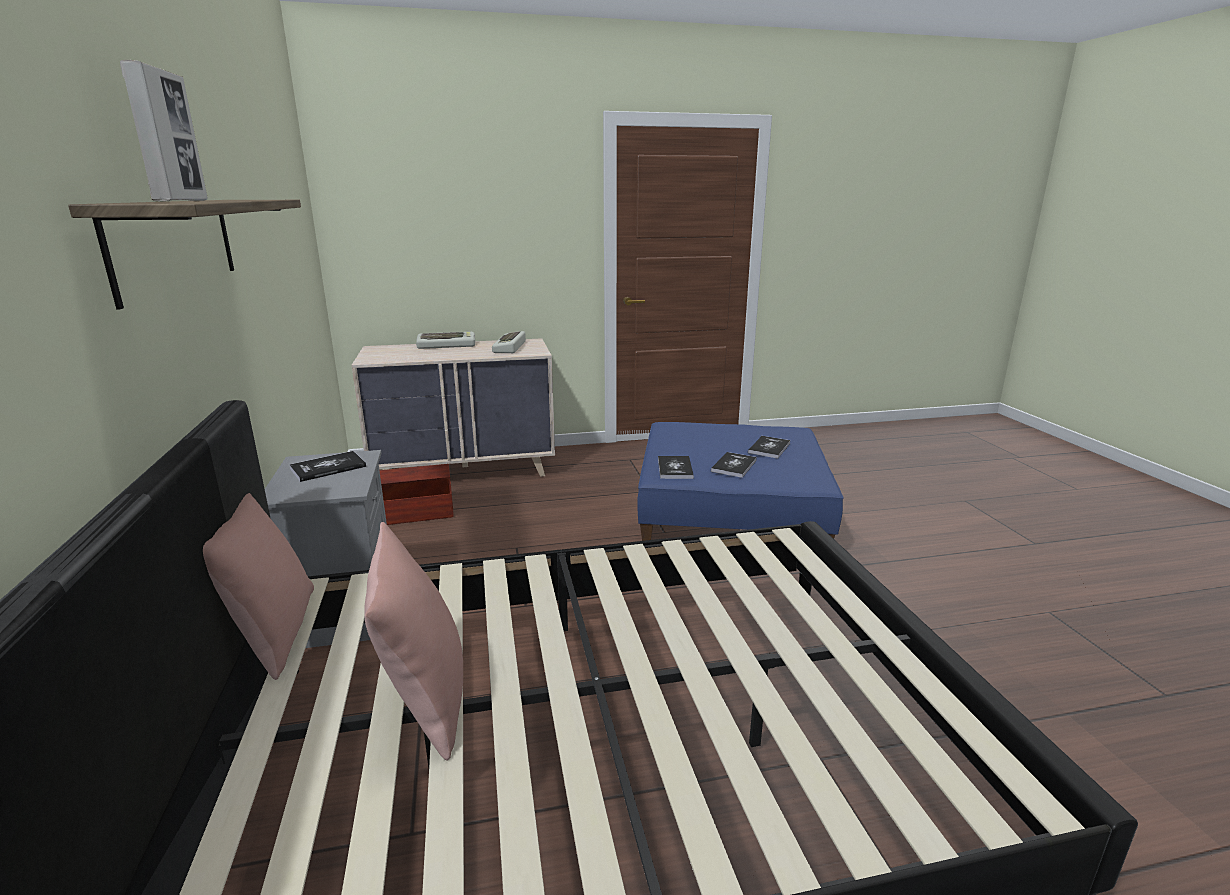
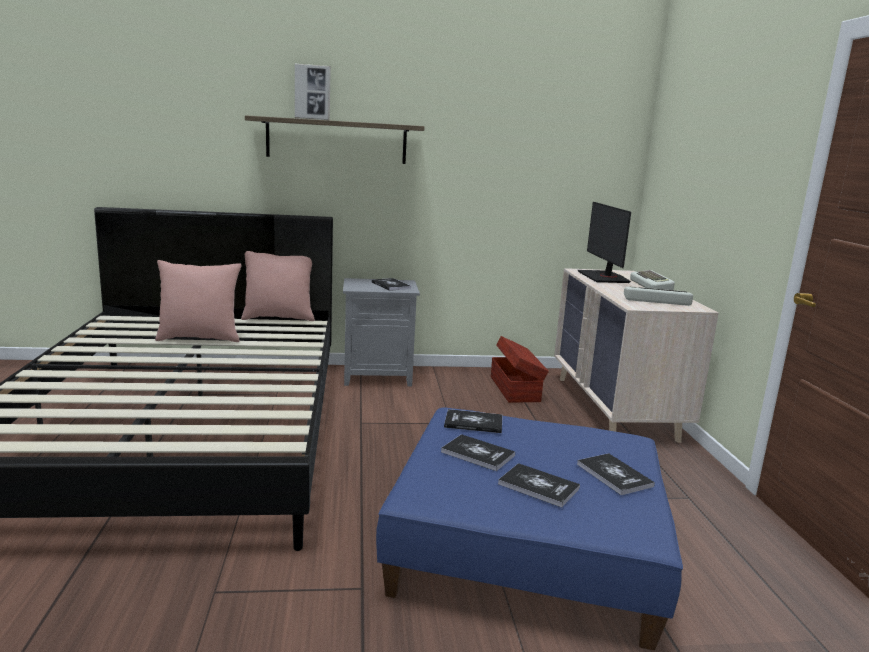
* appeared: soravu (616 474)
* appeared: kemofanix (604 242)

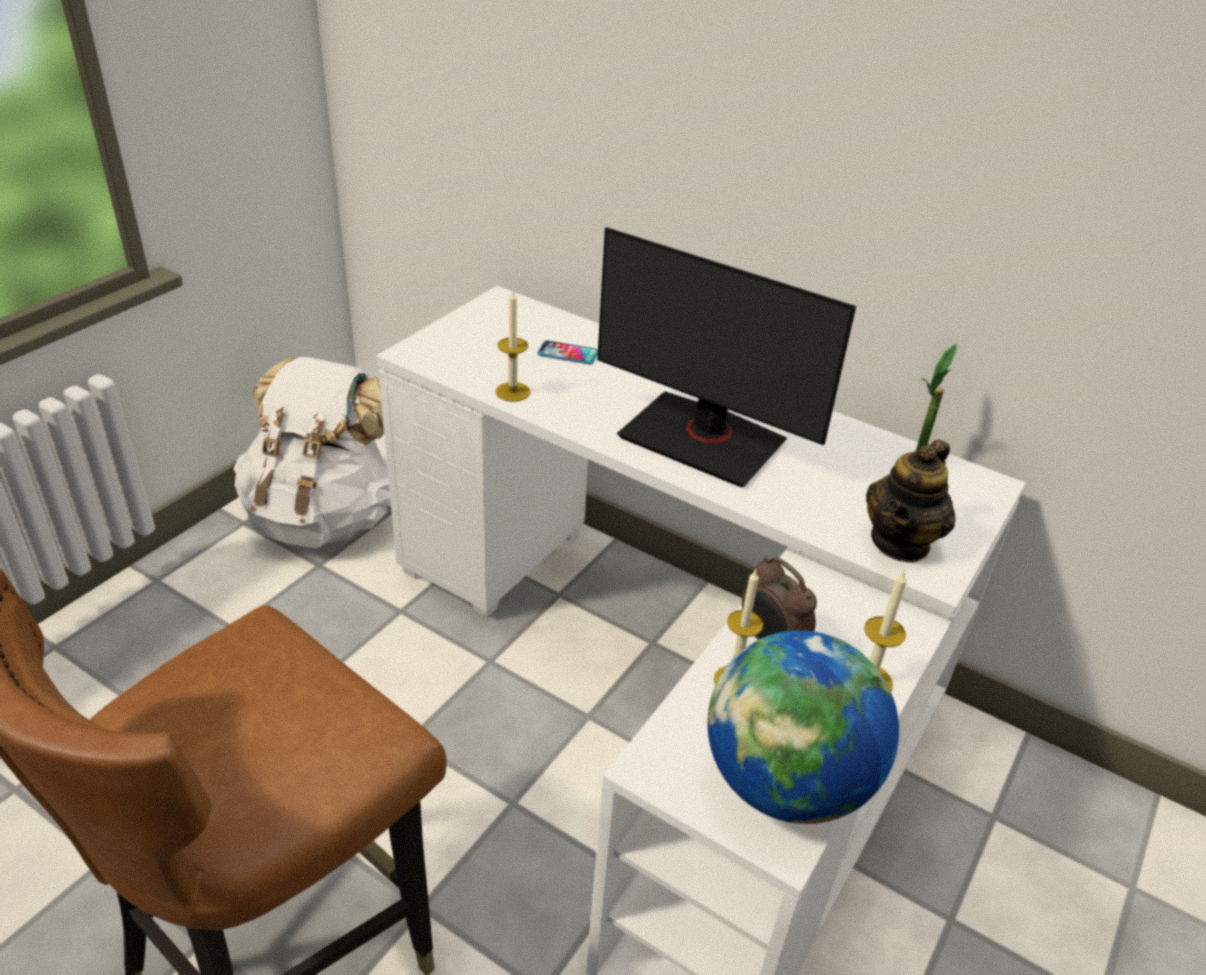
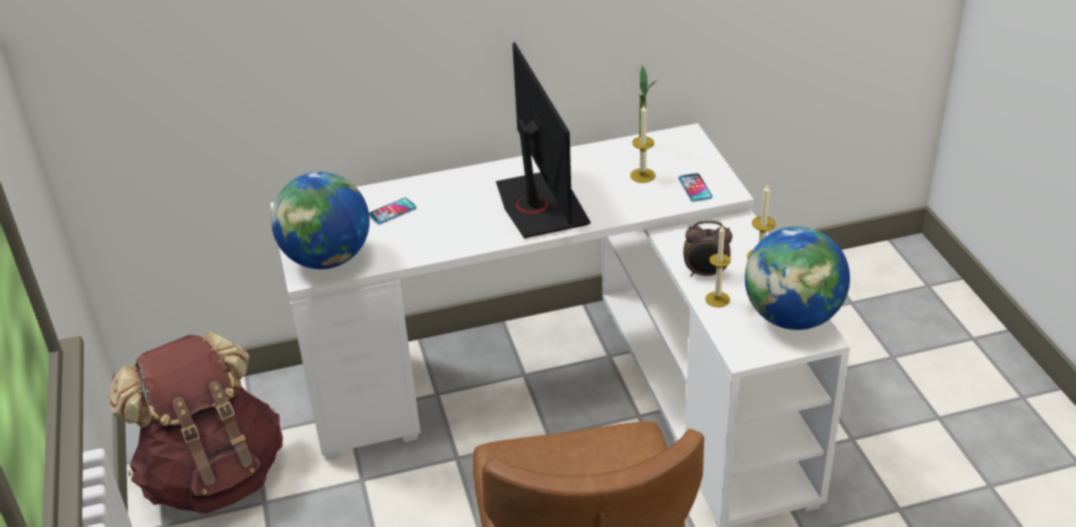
* appeared: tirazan (320 220)
* relocated: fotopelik (512 346) to (643 144)
* exchanged: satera (911 501) to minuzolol (695 187)
* colour: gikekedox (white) (312 452) to gikekedox (brown) (195 422)
* spun: kemofanix (726 357) = (543 140) 90 degrees counterclockwise

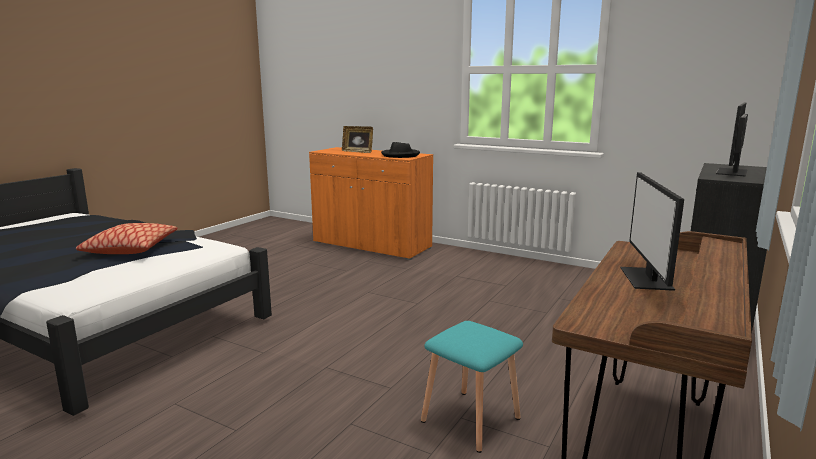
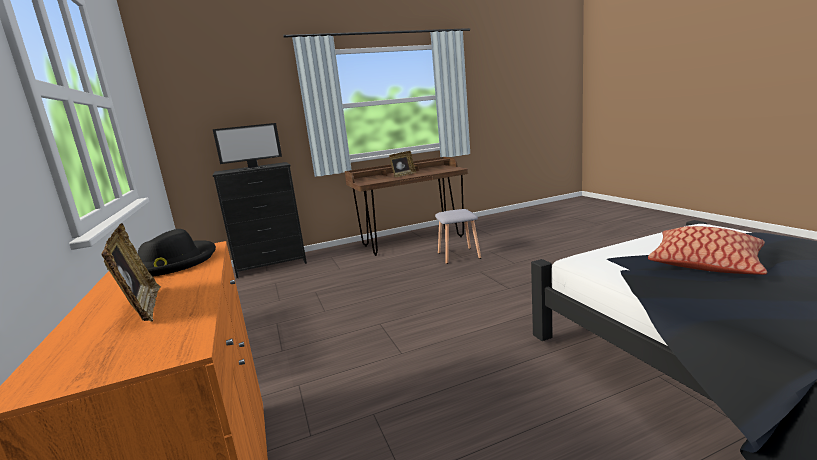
* exchanged: kemofanix (652 231) to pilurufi (402 164)
* colour: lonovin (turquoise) (472 387) to lonovin (grey) (458 236)

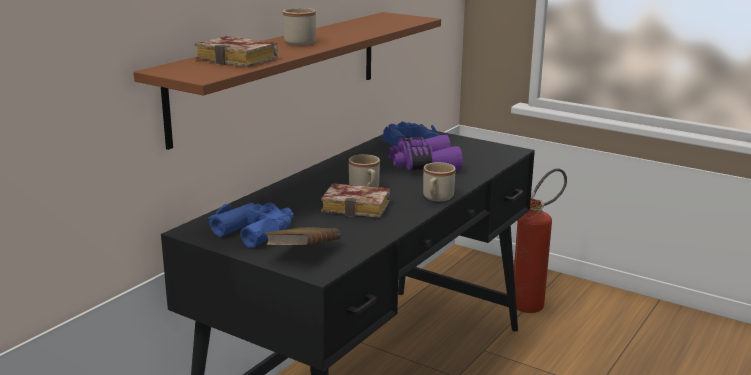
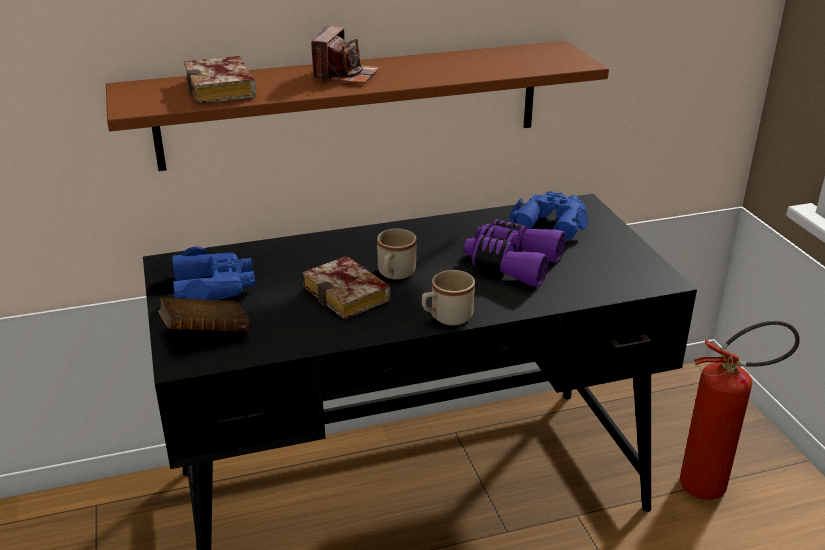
* exchanged: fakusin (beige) (299 27) to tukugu (345 55)

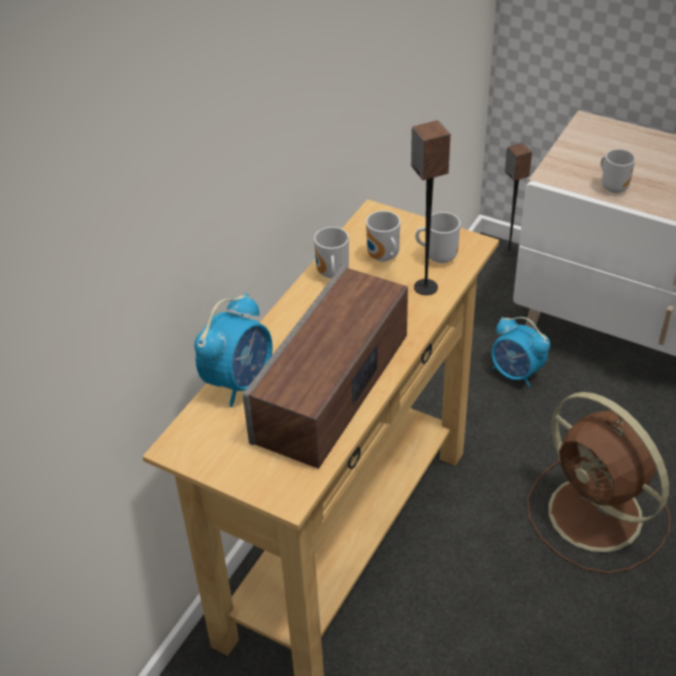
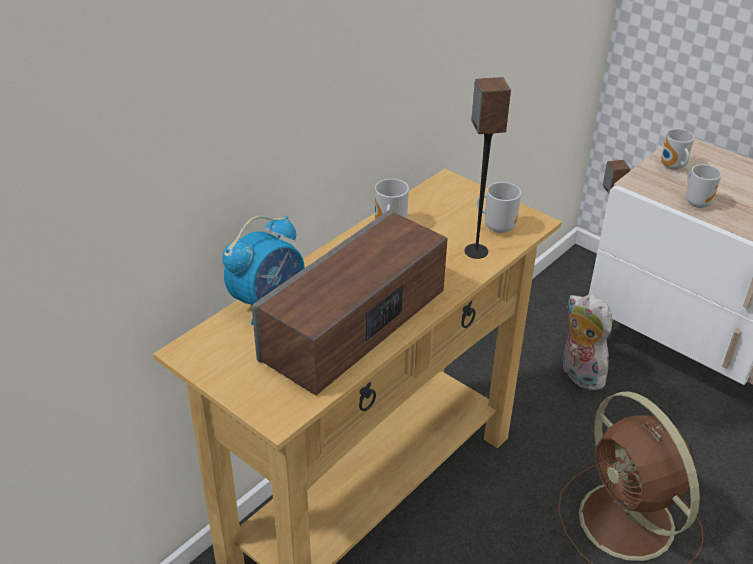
* relocated: fakusin (383 236) to (677 149)
* exchanged: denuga (520 352) to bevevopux (587 342)

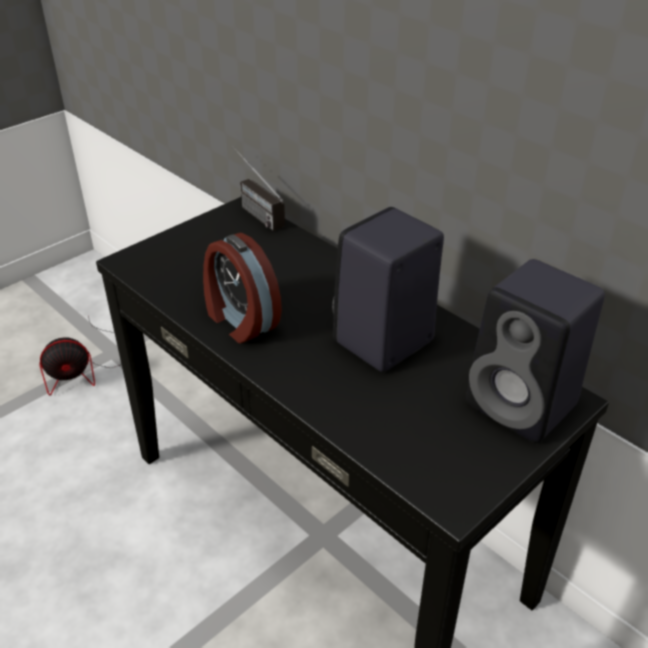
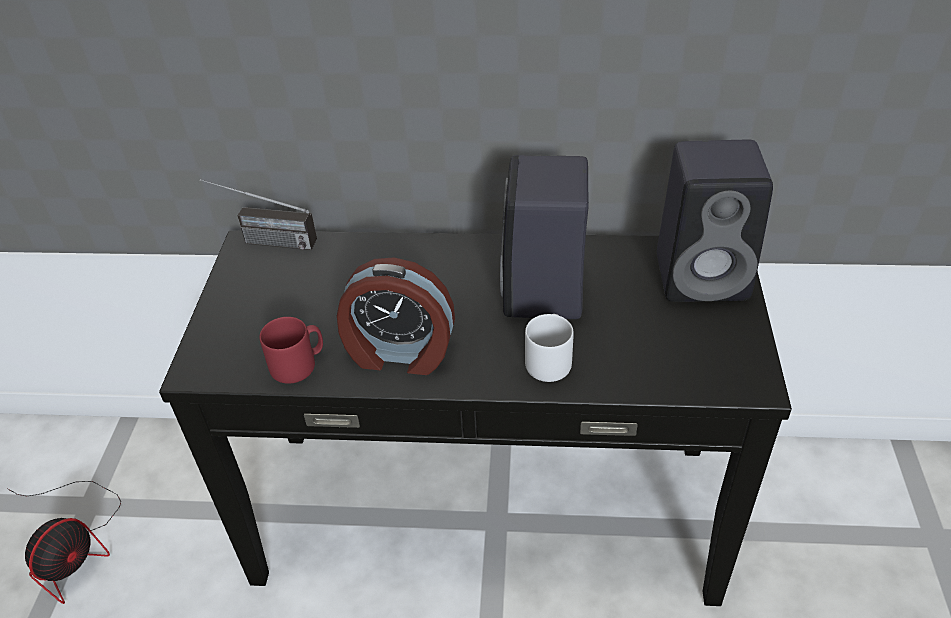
* appeared: fakusin (red) (291 350)
* appeared: fakusin (grey) (549 348)

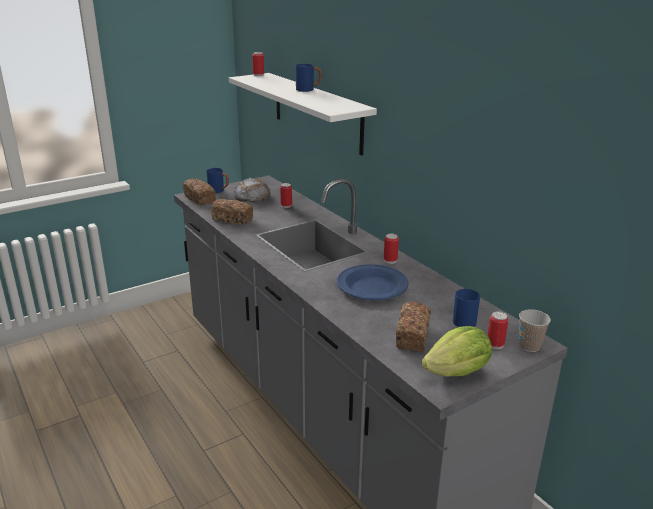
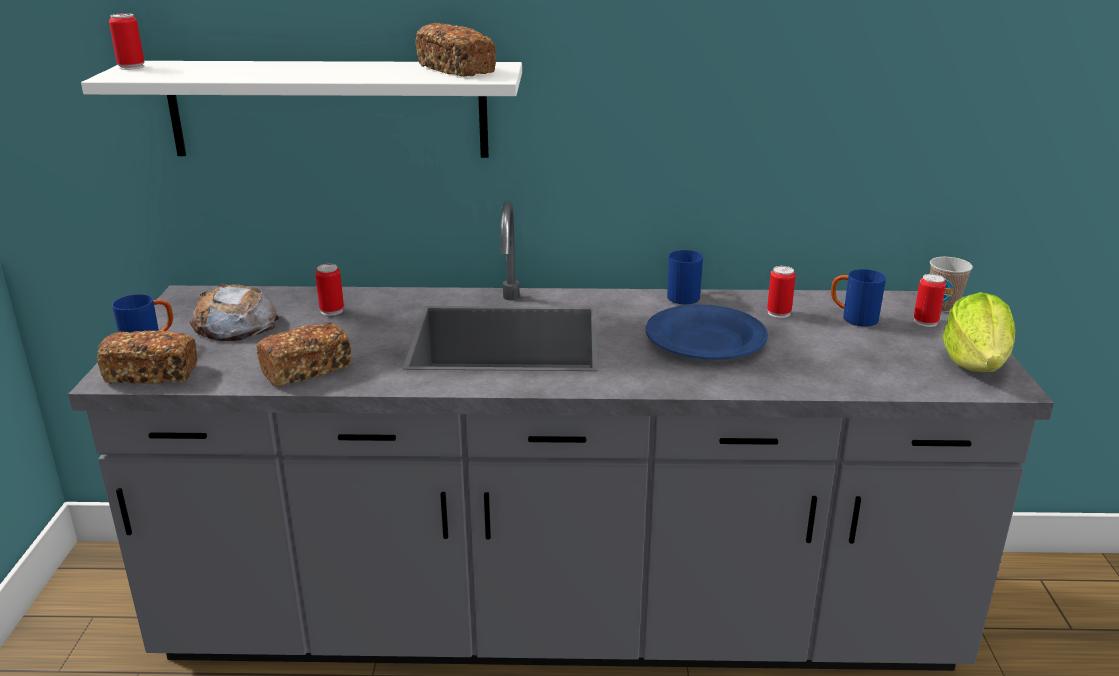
* relocated: fakusin (blue) (308 78) to (685 277)
* relocated: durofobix (391 248) to (781 292)
* relocated: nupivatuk (413 327) to (455 50)

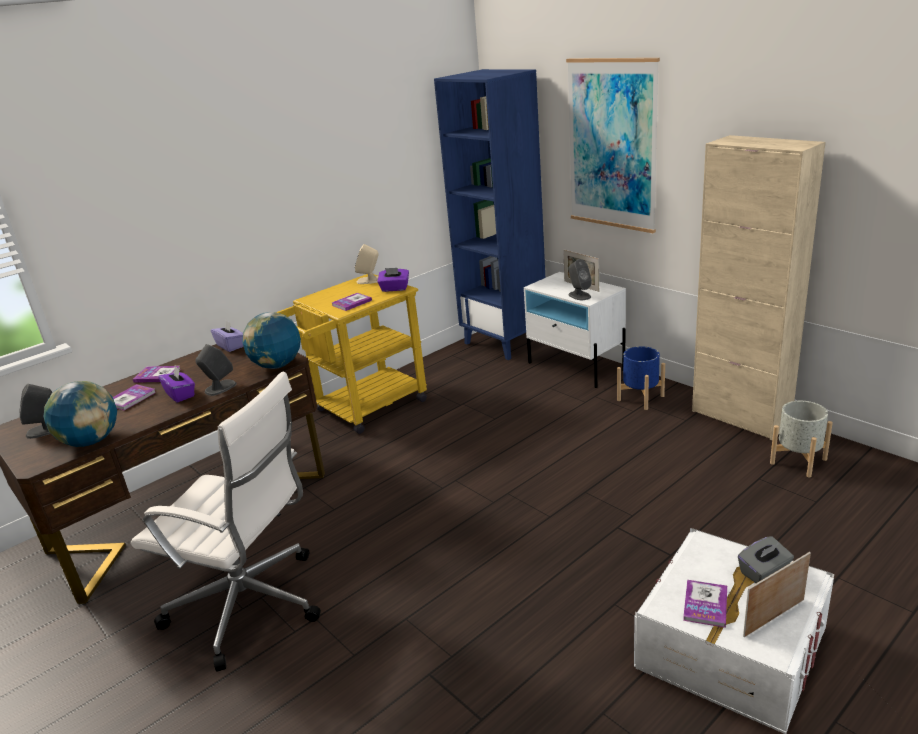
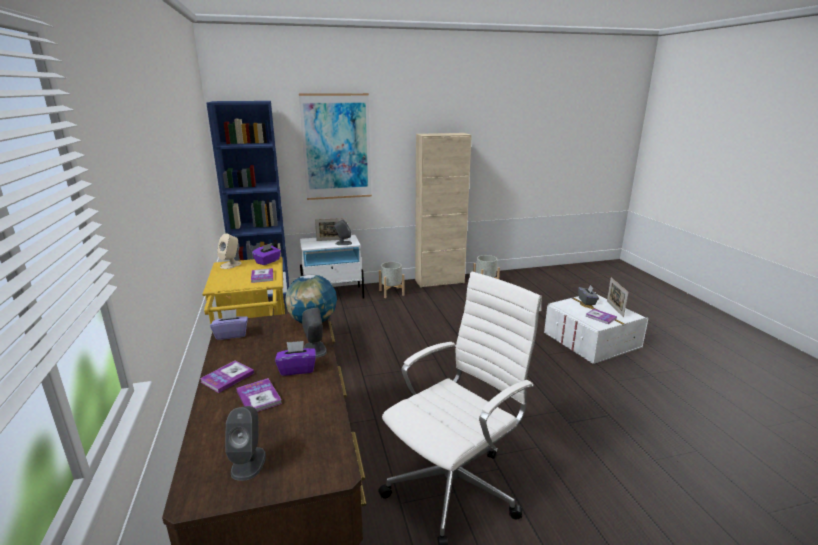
* missing: tirazan (80 414)
* colour: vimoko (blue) (641 378) to vimoko (grey) (391 280)

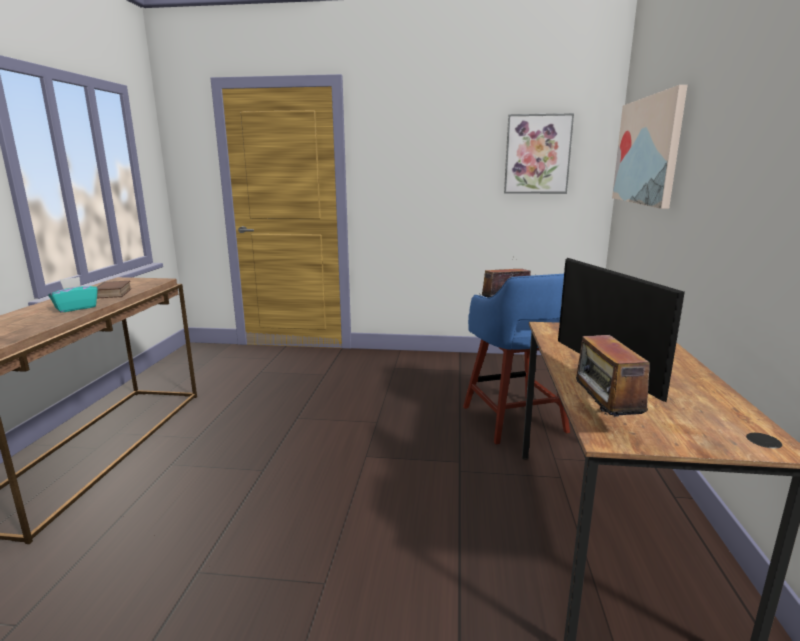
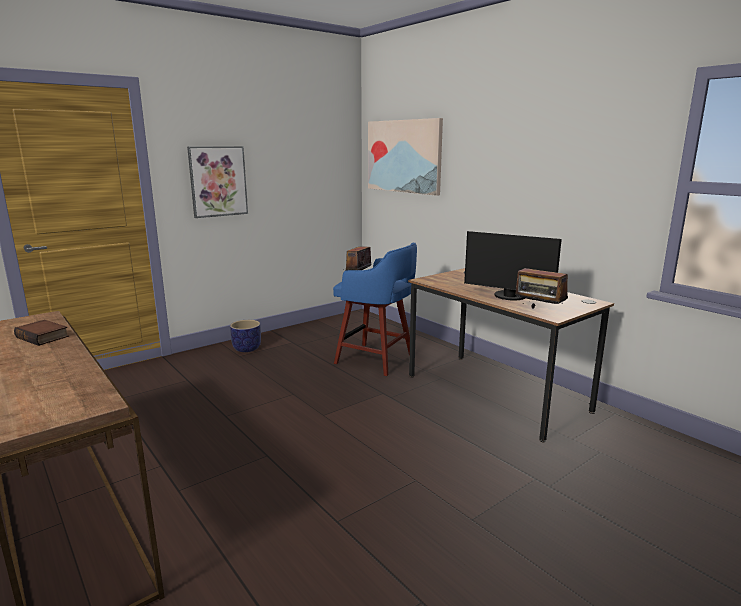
* missing: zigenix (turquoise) (73 294)
* appeared: vimoko (245 336)
* relocated: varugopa (539 153) to (217 182)

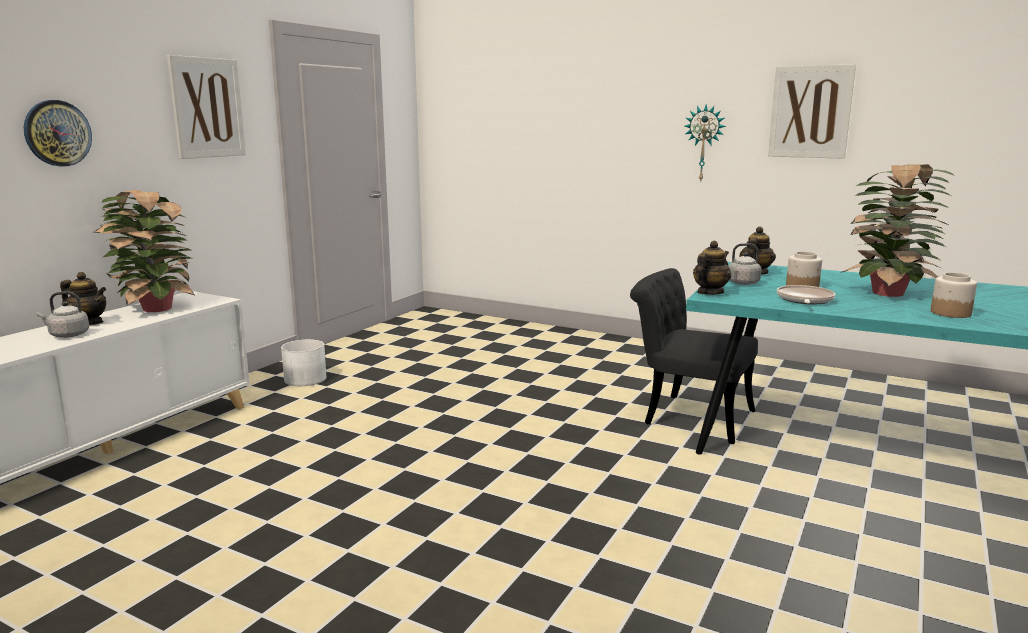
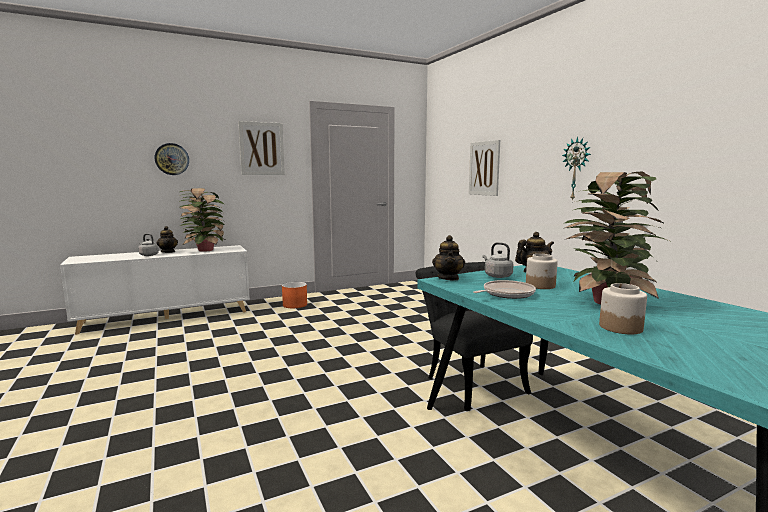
* relocated: varugopa (812 111) to (484 168)
* colour: vimoko (white) (304 362) to vimoko (orange) (294 295)
* spun: satera (712 268) = (448 257) 105 degrees clockwise

